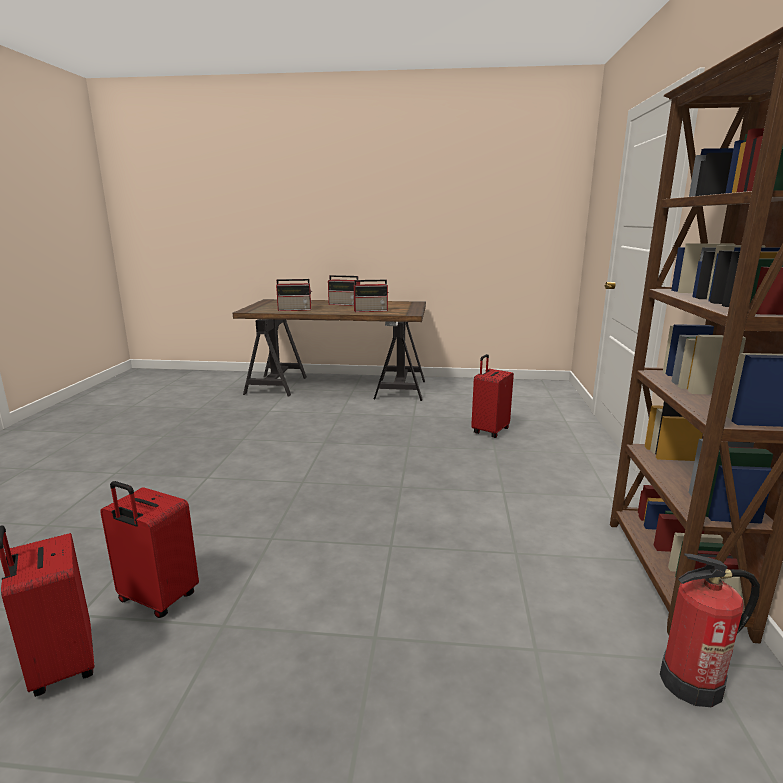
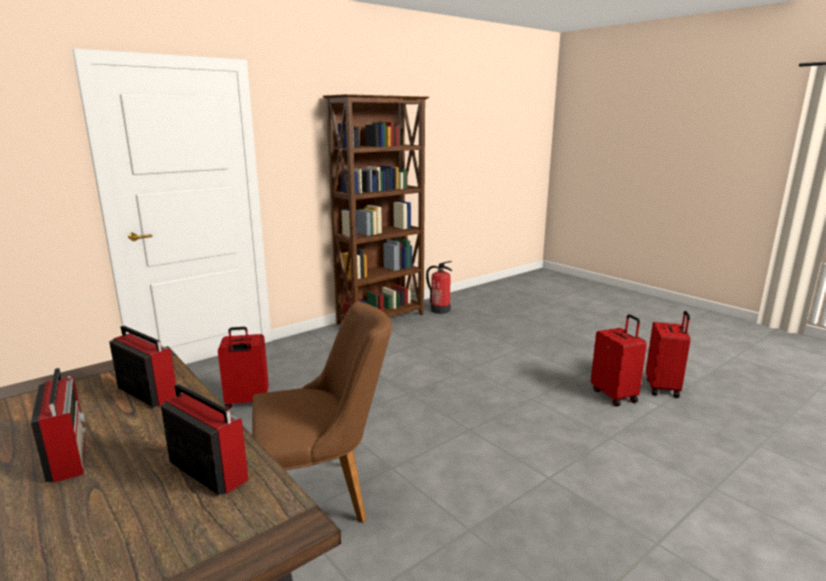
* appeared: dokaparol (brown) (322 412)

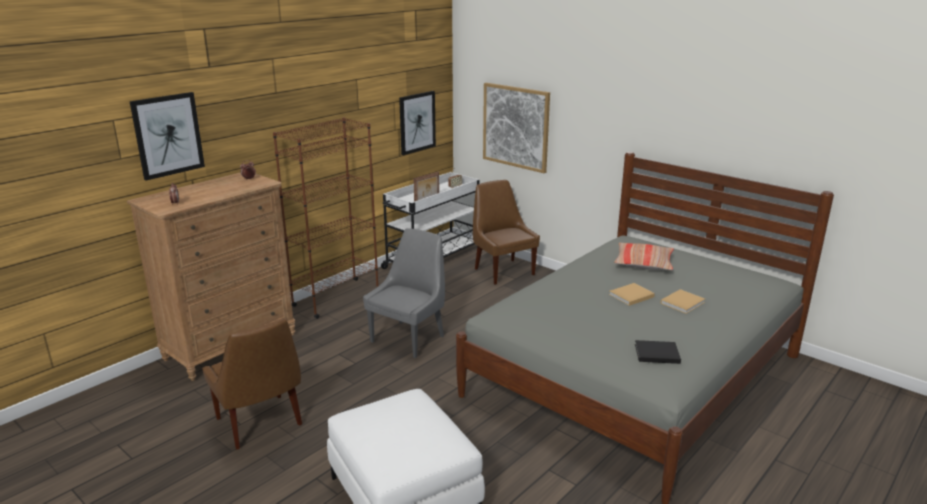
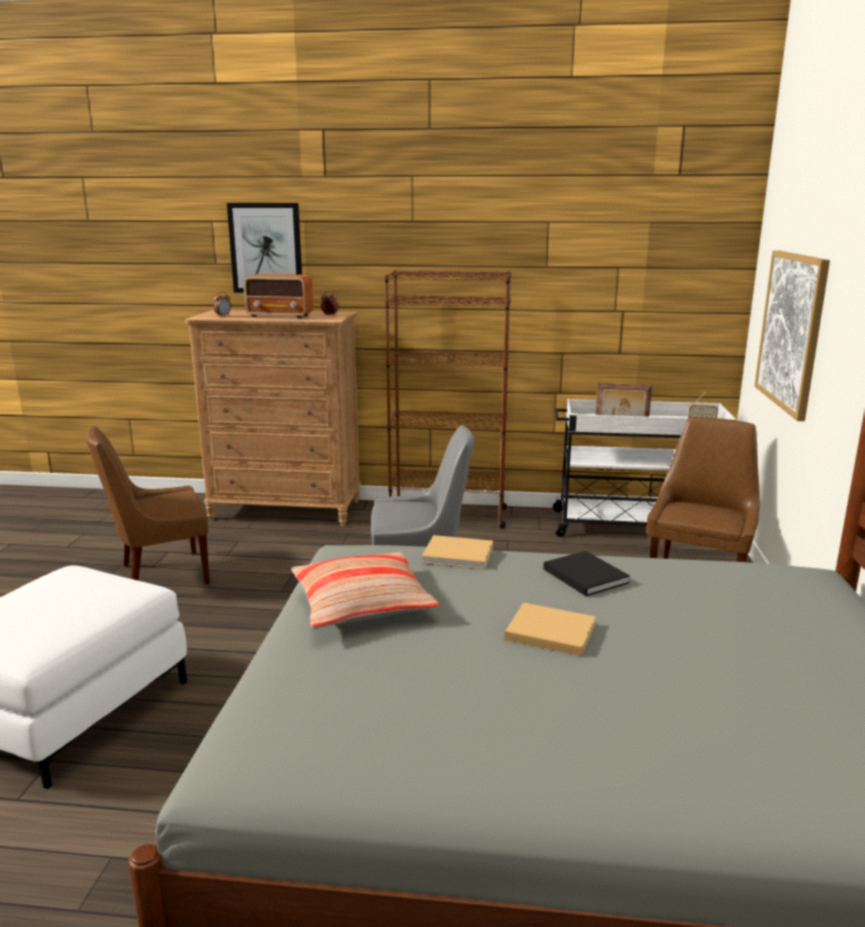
* missing: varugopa (417 123)
* appeared: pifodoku (278 296)
* relocated: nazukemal (644 256) to (365 590)
* relocated: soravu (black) (658 352) to (586 573)
* relocated: soravu (beige) (682 301) to (457 552)
* spun: dokaparol (brown) (252 383) = (148 505) 45 degrees clockwise

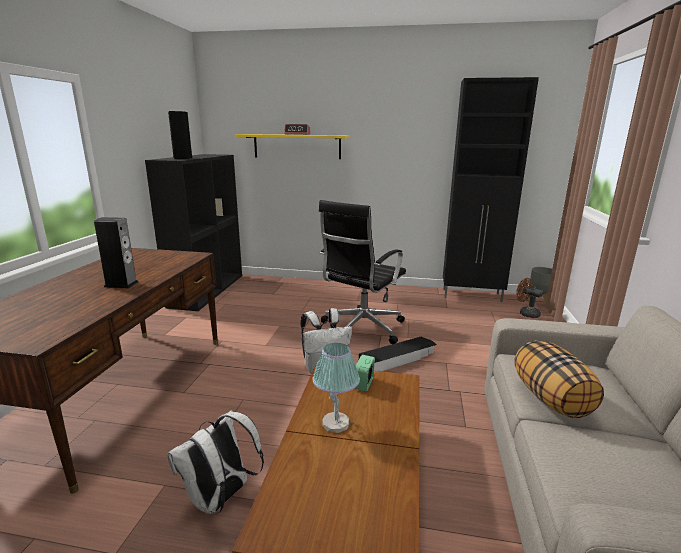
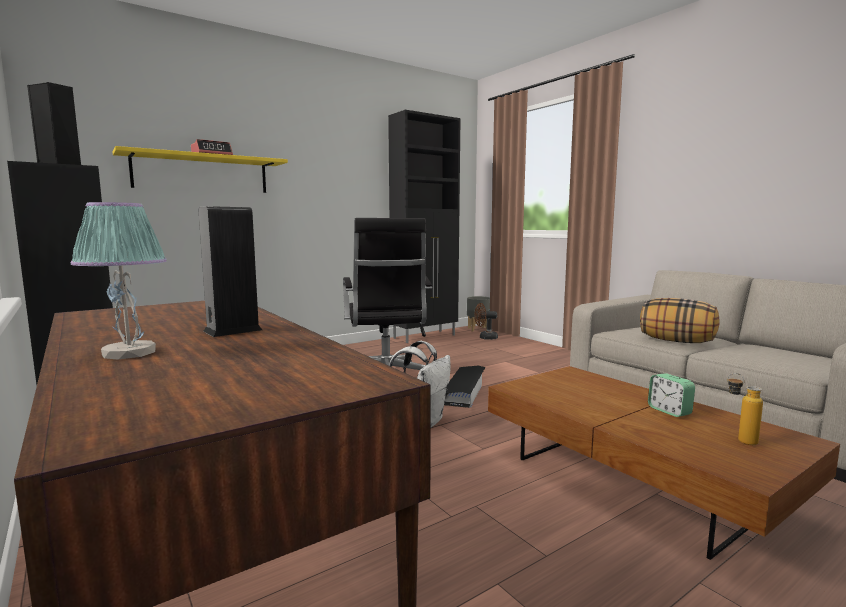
* missing: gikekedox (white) (215 462)
* appeared: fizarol (745 409)
* relocated: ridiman (336 388) to (119 280)
* relocated: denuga (364 373) to (671 395)

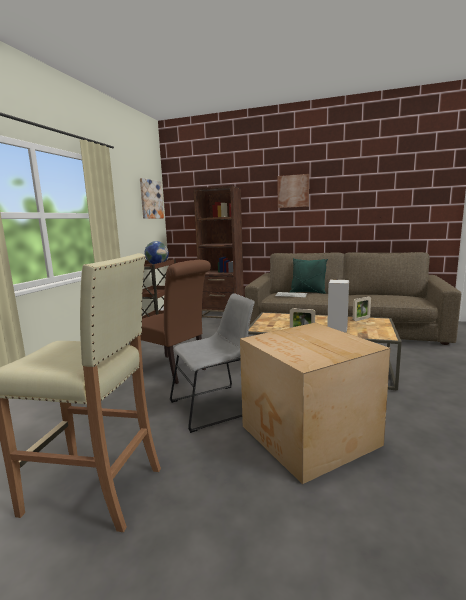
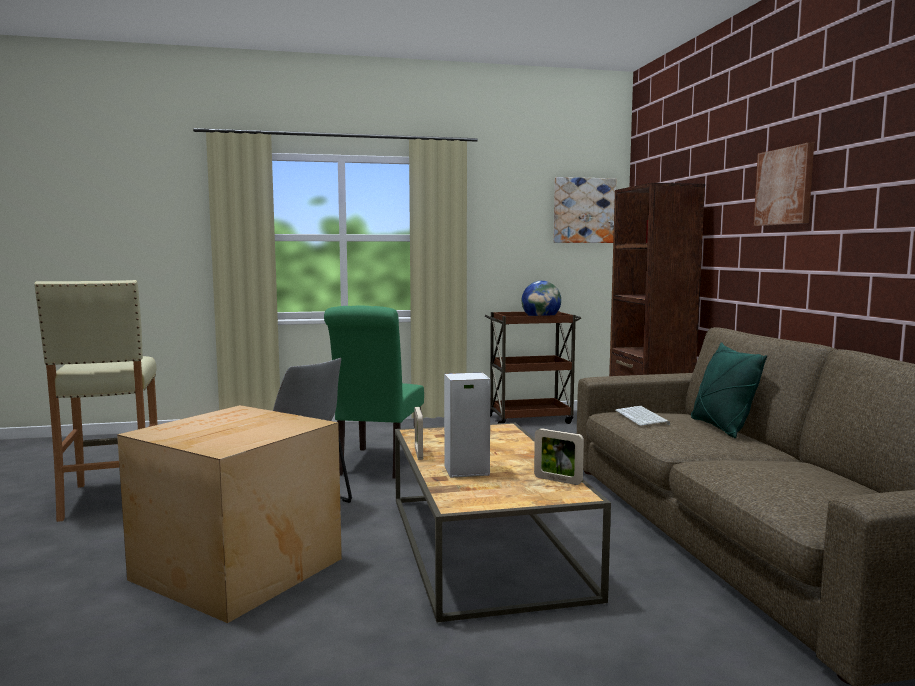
* colour: dokaparol (brown) (175 322) to dokaparol (green) (374 392)

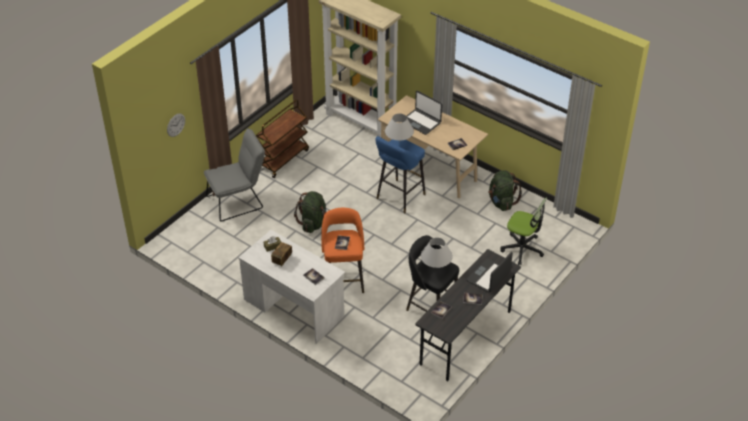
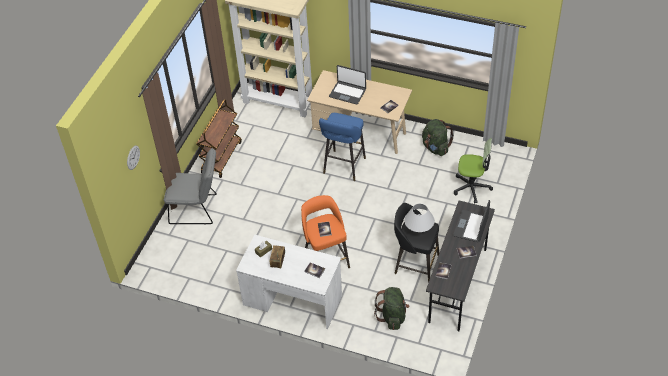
* missing: ridiman (white) (399 127)
* relocated: gikekedox (green) (310 212) to (392 308)
* spun: dokaparol (grey) (234 174) = (190 186) 45 degrees clockwise

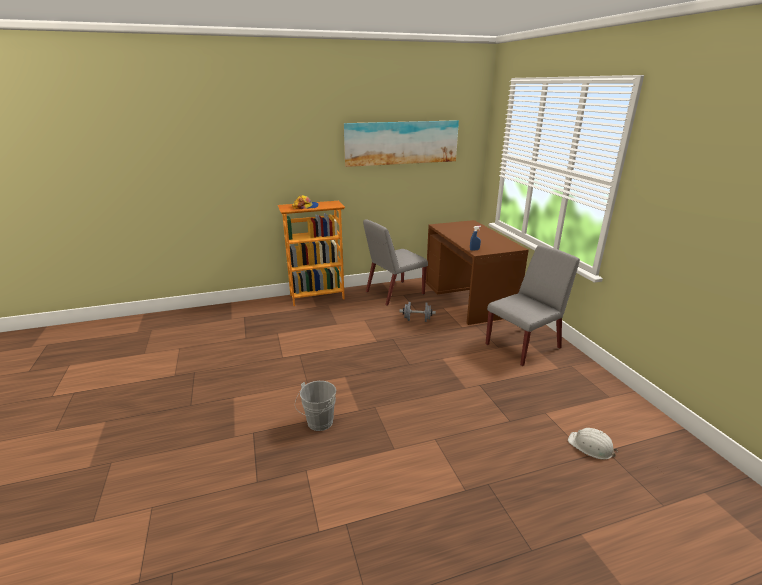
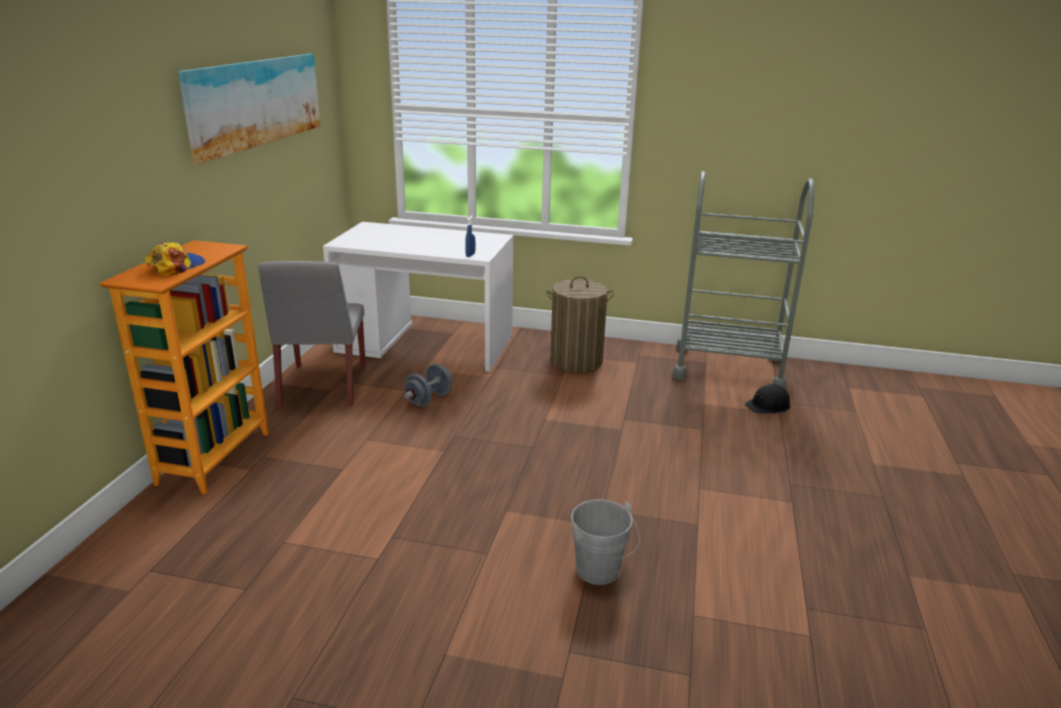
* appeared: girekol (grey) (743 280)
* exchanged: dokaparol (grey) (532 305) to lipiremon (580 324)
* colour: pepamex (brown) (477 272) to pepamex (white) (418 297)
* colour: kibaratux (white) (593 444) to kibaratux (black) (768 399)

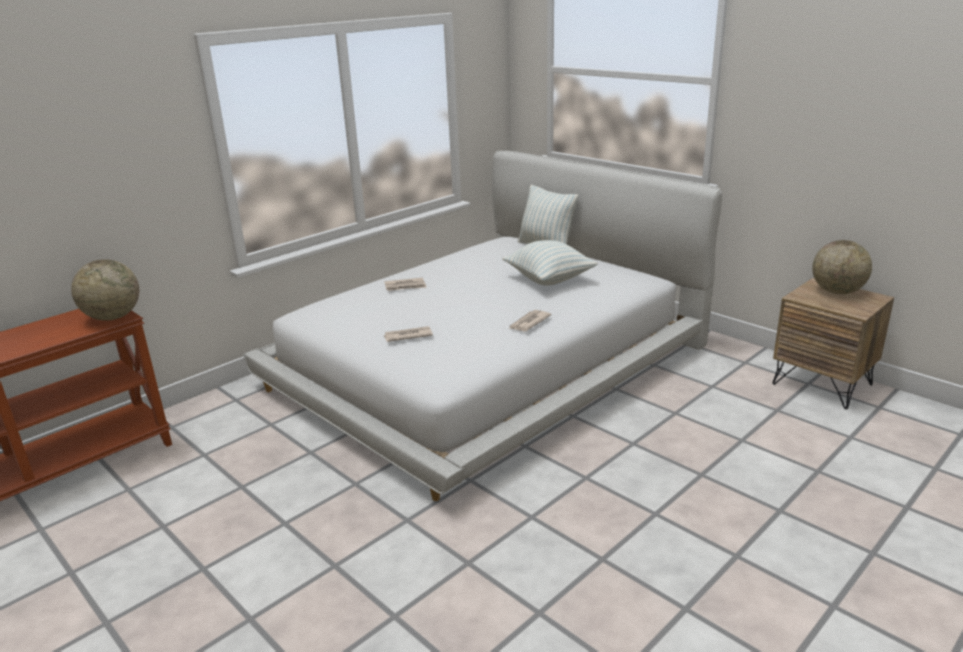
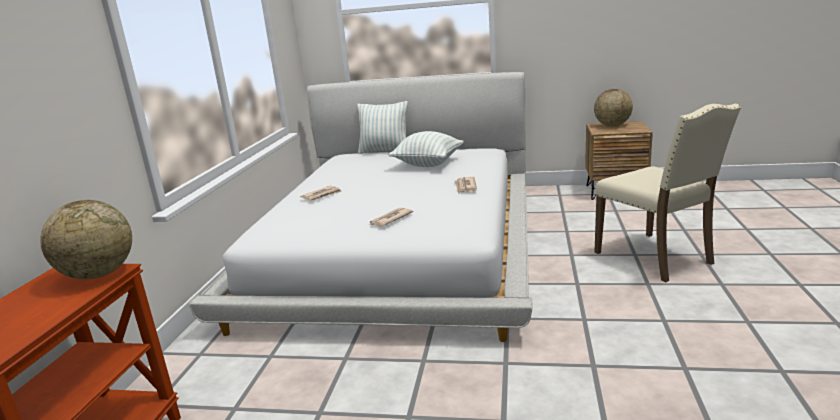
* appeared: dokaparol (beige) (668 193)

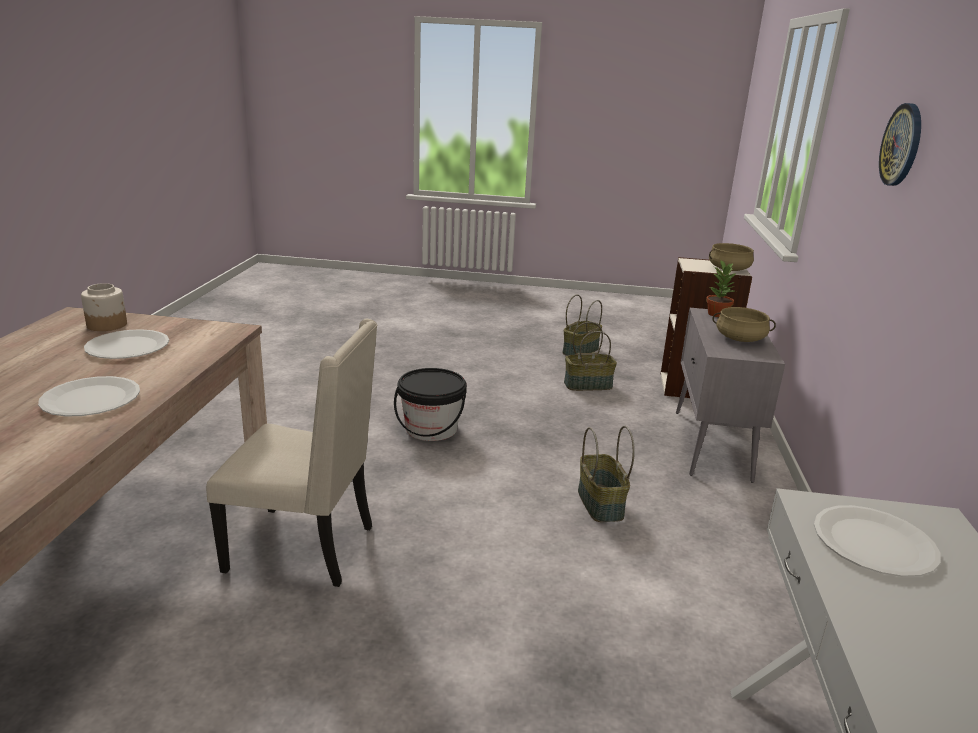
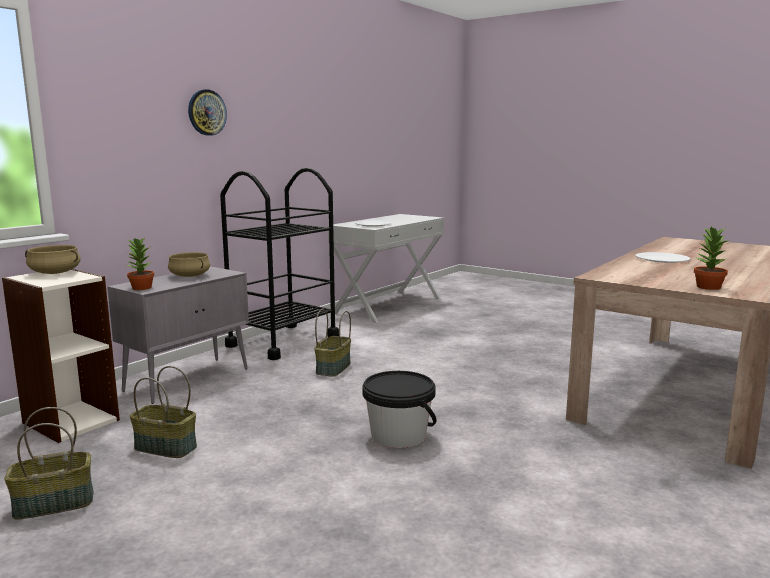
* missing: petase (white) (126 344)
* missing: dokaparol (beige) (291 453)
* appeared: girekol (black) (279 264)
* exchanged: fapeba (104 307) to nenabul (711 258)

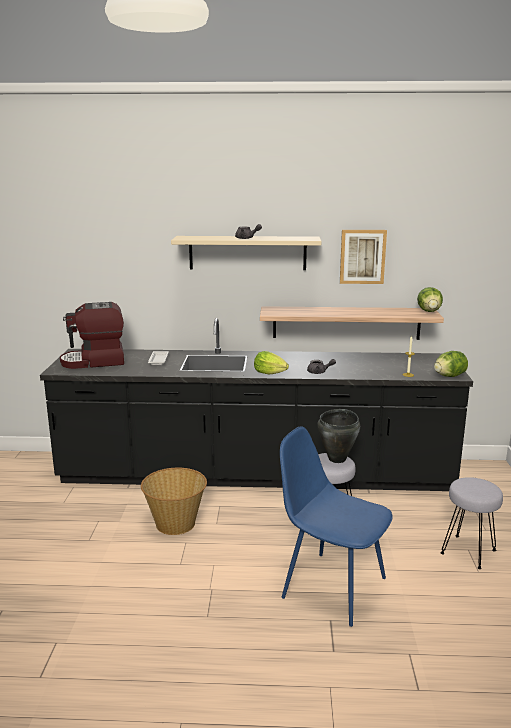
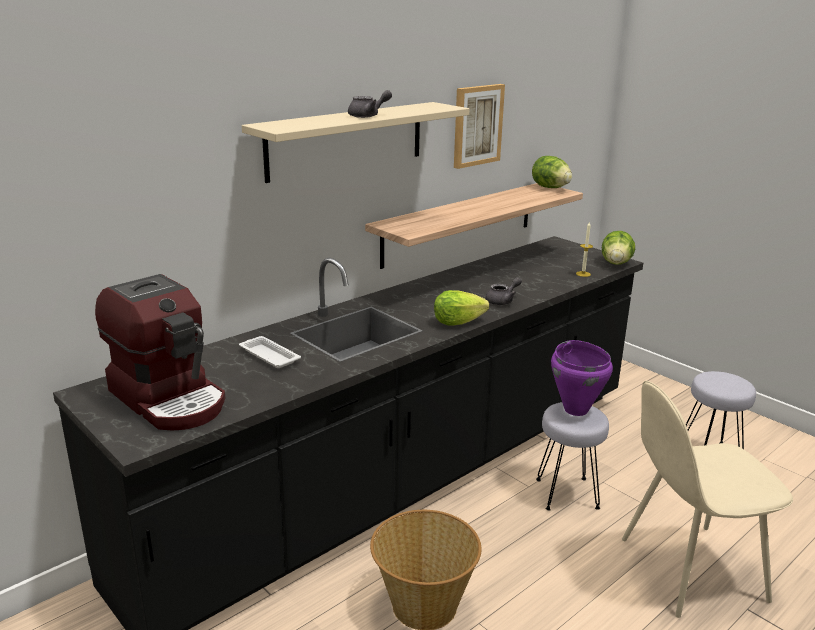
* colour: dokaparol (blue) (336 526) to dokaparol (beige) (707 499)
* colour: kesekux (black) (338 436) to kesekux (purple) (582 378)
* spun: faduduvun (92 335) = (160 352) 75 degrees counterclockwise

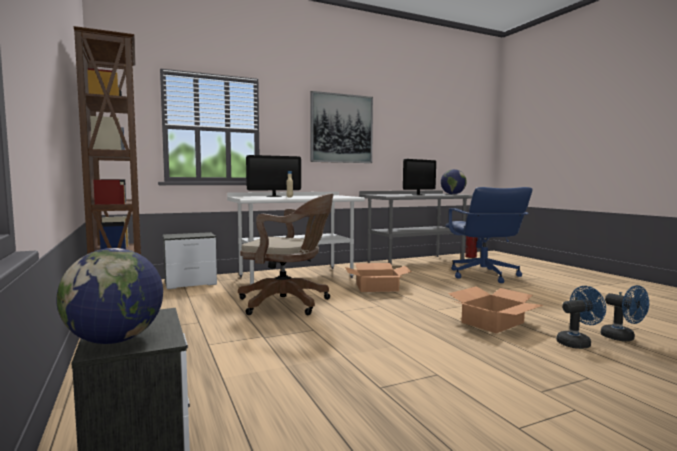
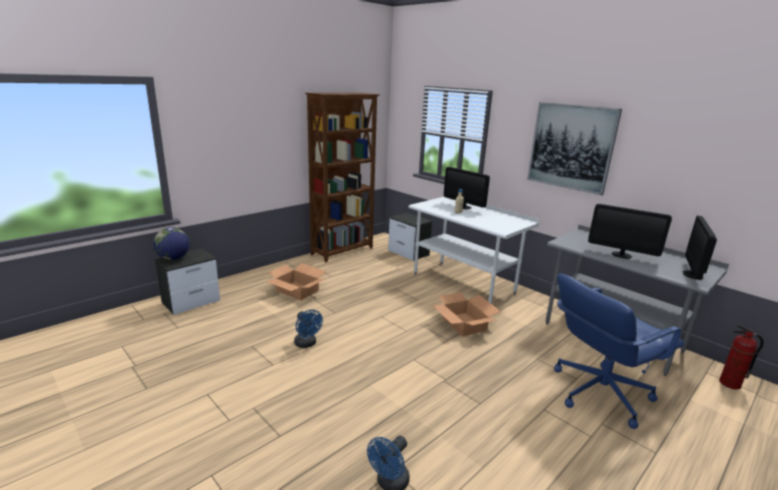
* missing: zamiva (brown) (286 254)
* relocated: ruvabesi (495 310) to (296 281)
* relocated: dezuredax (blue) (581 317) to (308 329)
* exchanged: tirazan (454 182) to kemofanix (699 248)

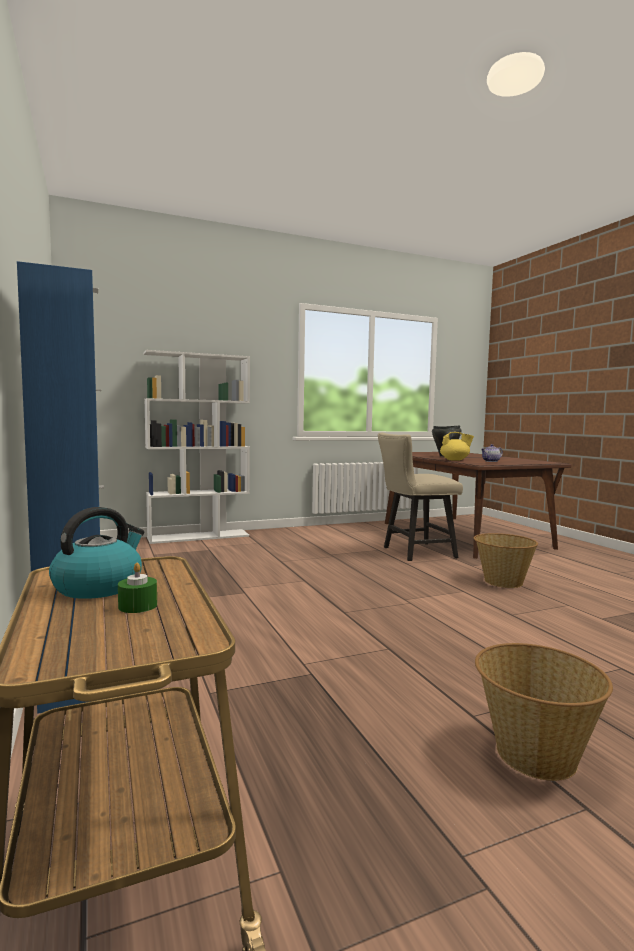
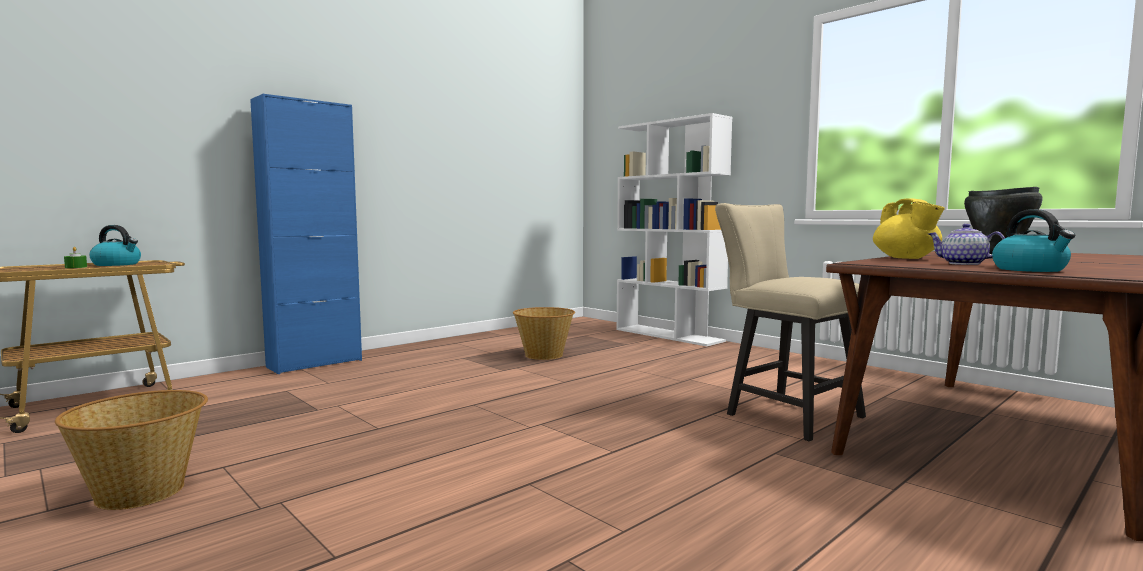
* appeared: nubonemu (1033 240)
* relocated: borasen (506 560) to (544 333)

